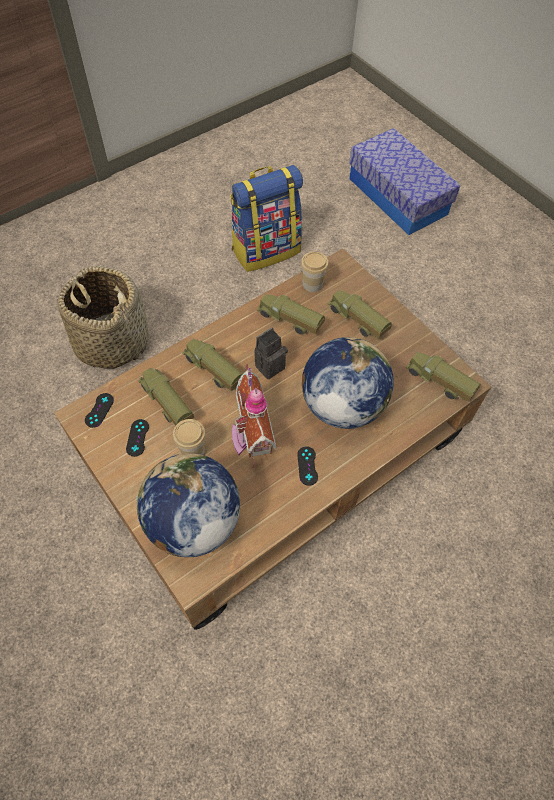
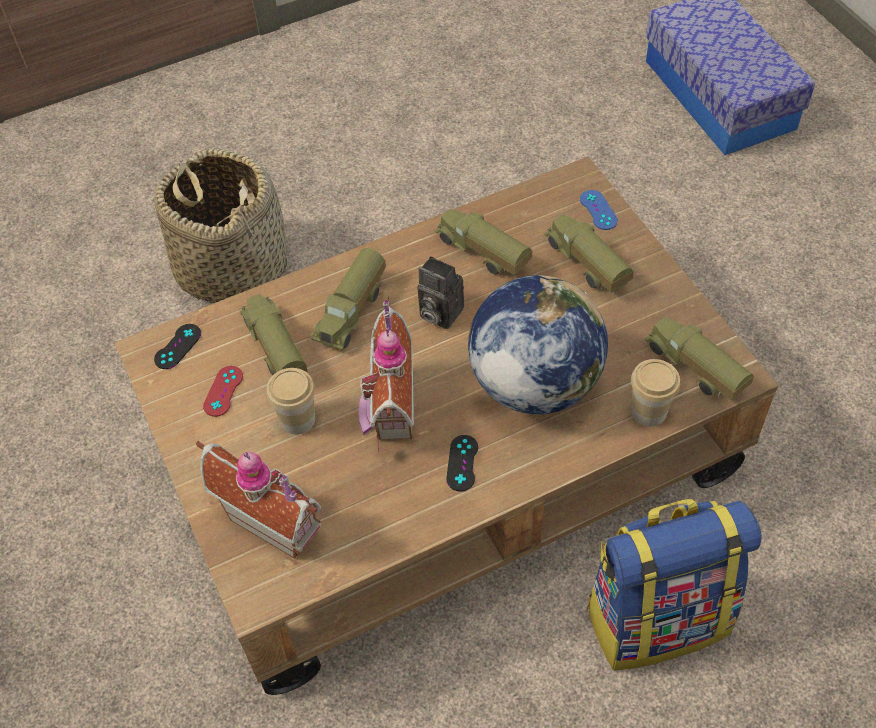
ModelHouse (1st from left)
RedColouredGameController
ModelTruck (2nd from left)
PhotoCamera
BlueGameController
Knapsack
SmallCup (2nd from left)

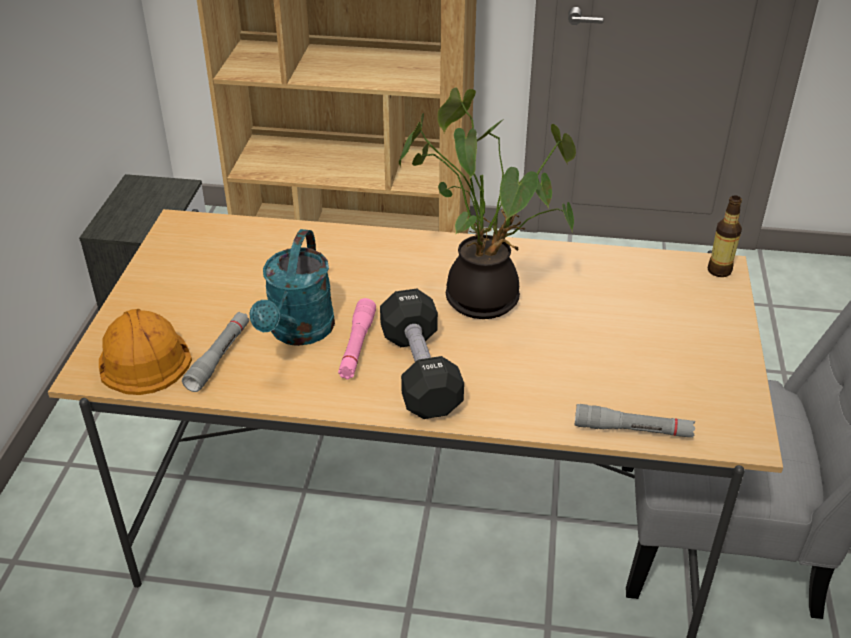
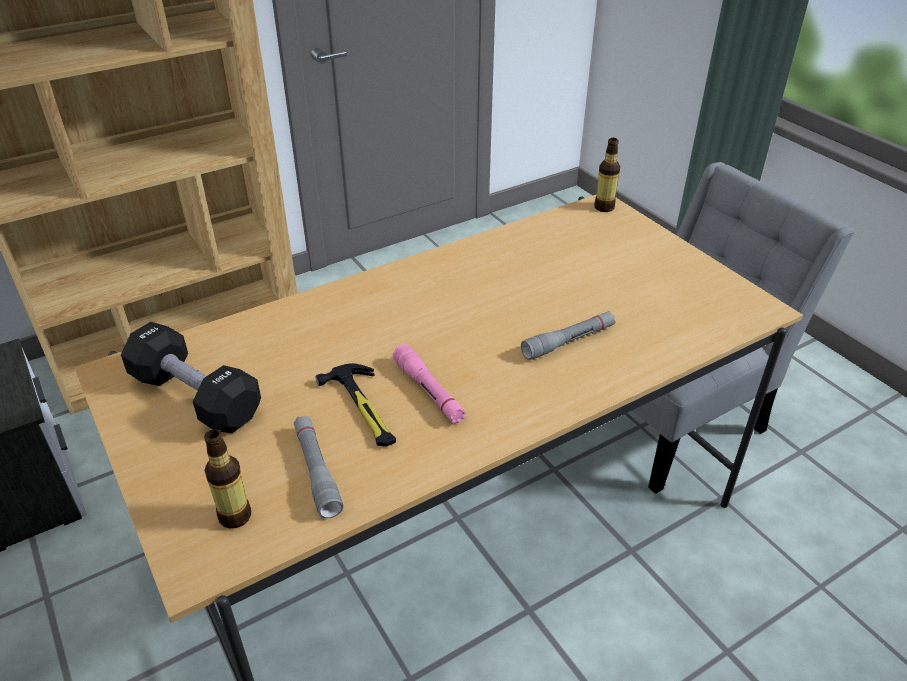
BlackColouredDumbbell
DrinkBottle (1st from left)
Hammer
GreyTorch (2nd from left)
Houseplant

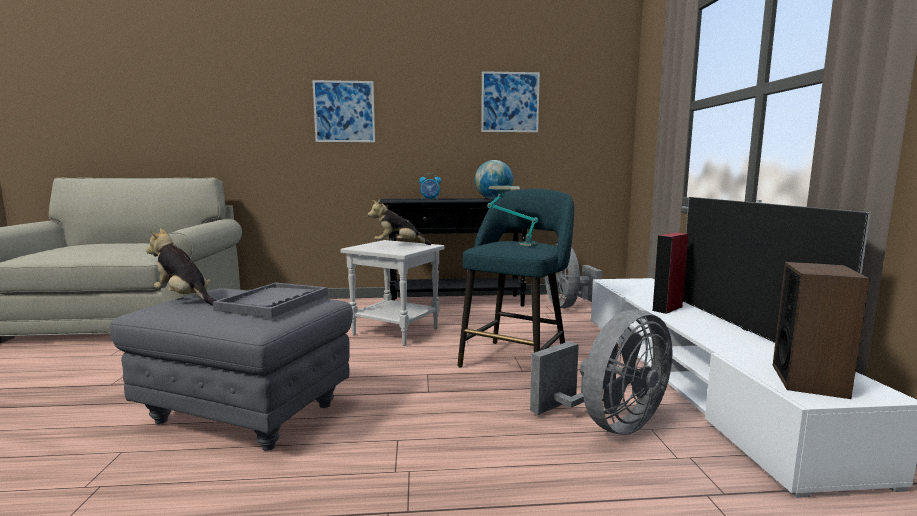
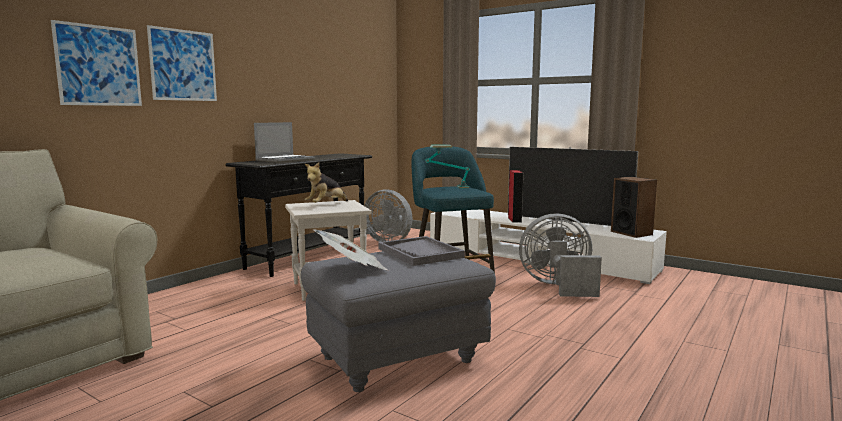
WallArt (1st from left)
PortableComputer
DailyPaper
GreyElectricFan (2nd from left)
Globe

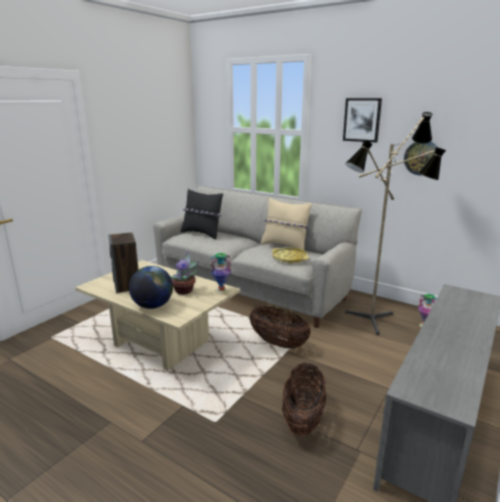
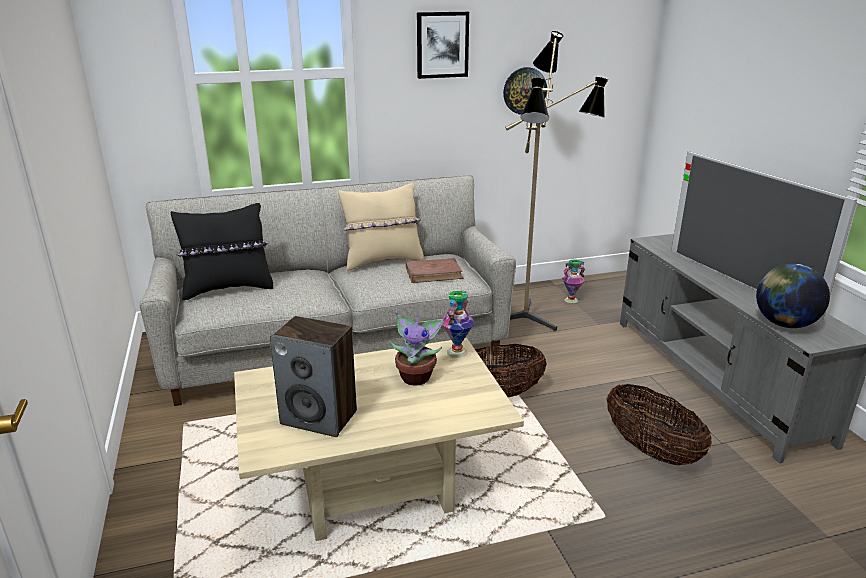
BrownColouredBoundBook
Tv
Globe

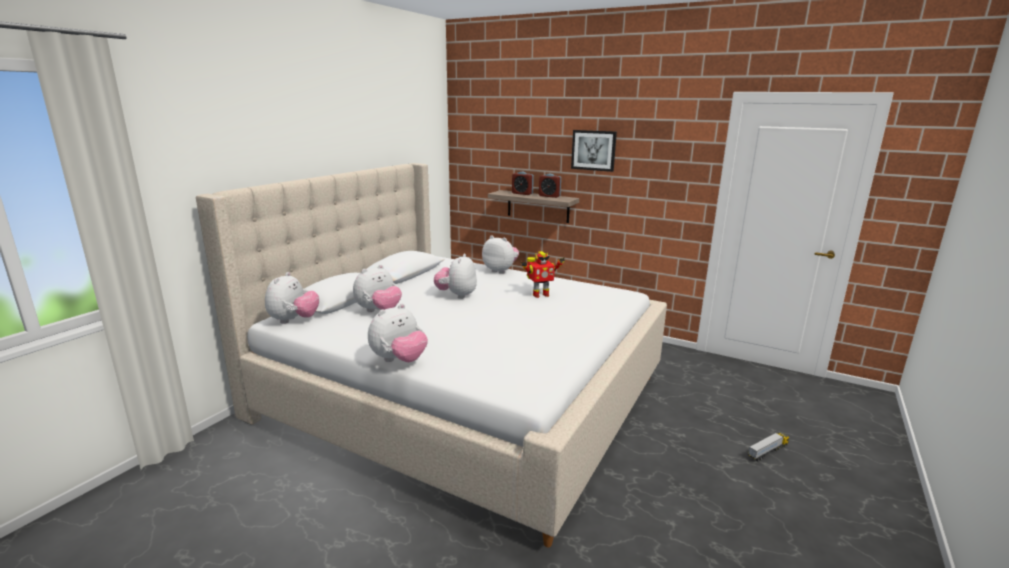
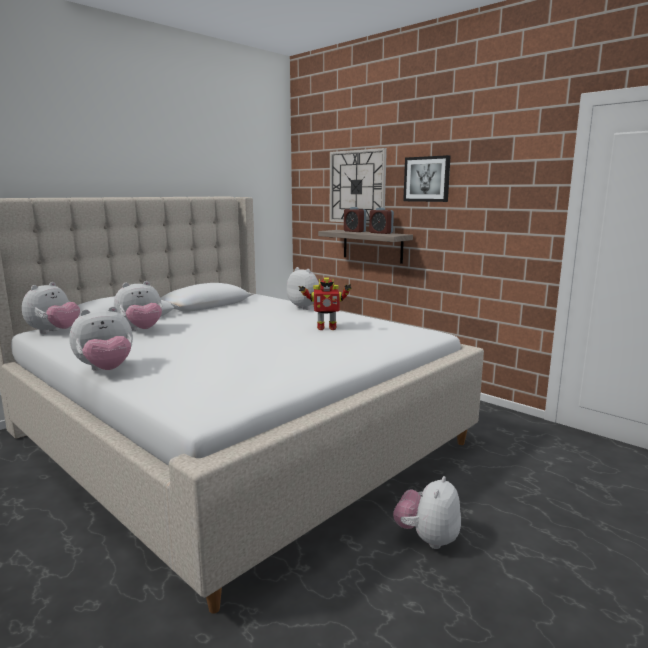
ClockOnTheWall
PlushToy (5th from left)
ModelTruck

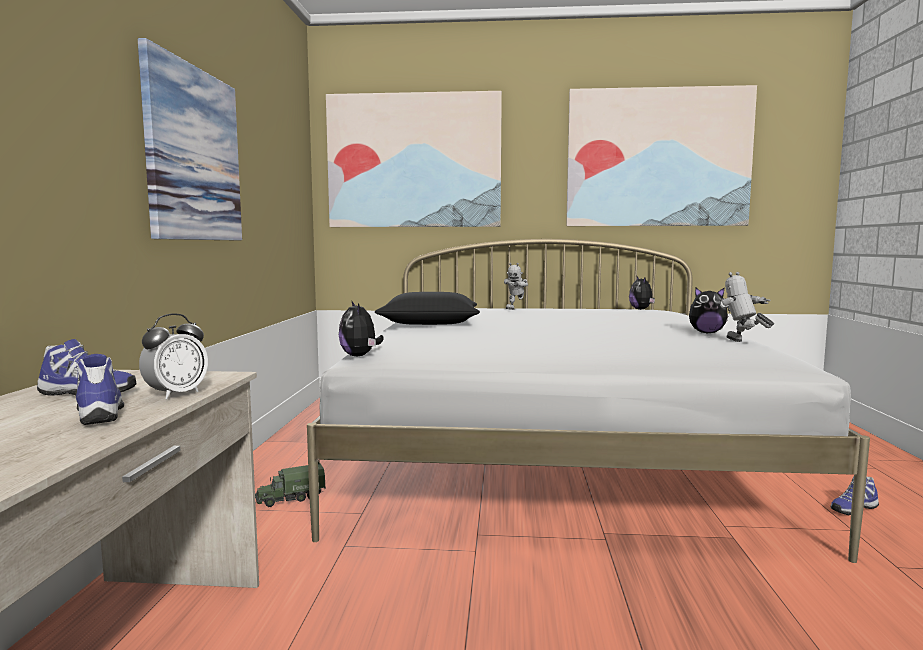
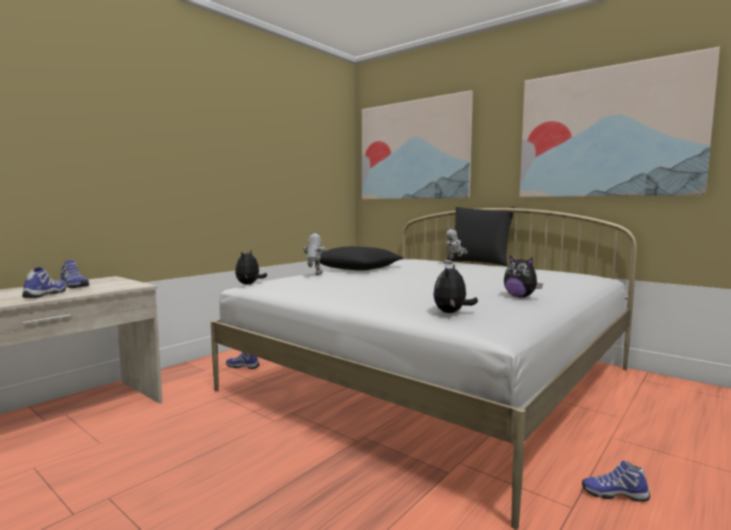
LowShoe (3rd from left)
RobotFigure (1st from left)
PlushToy (2nd from left)
BlackColouredThrowPillow (2nd from left)
WallArt (1st from left in the first image)
BedsideClock

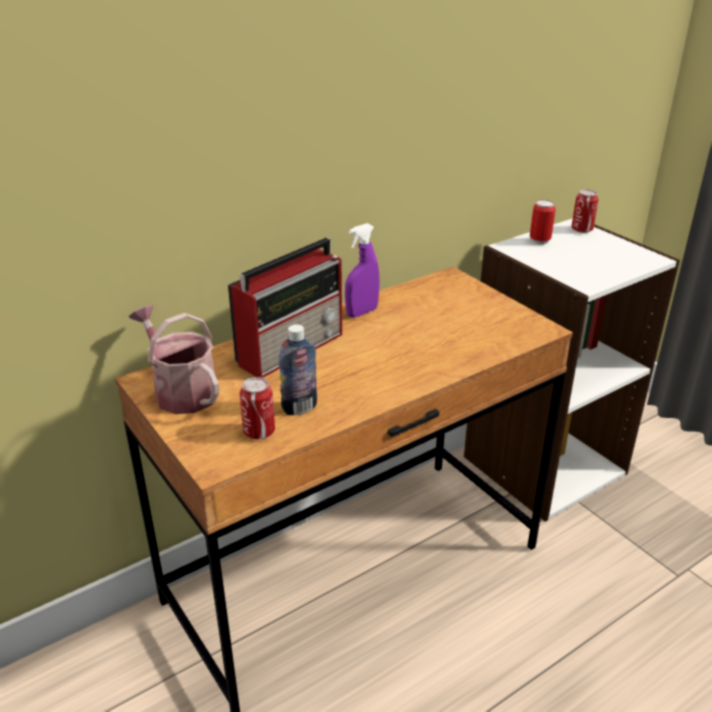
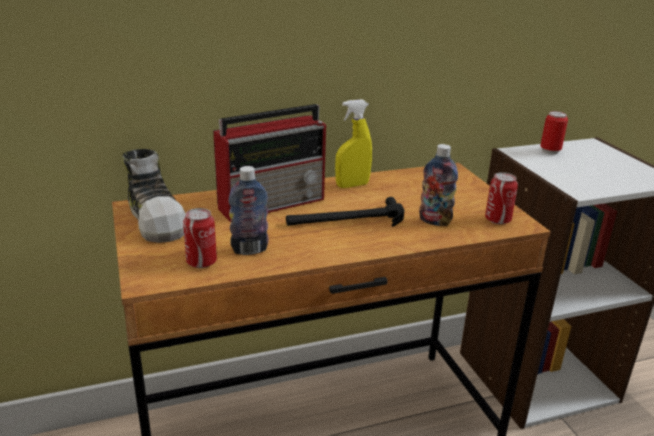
LowShoe
Hammer
YellowishSprayBottle
DrinkBottle (2nd from left)
SealedCan (2nd from left)

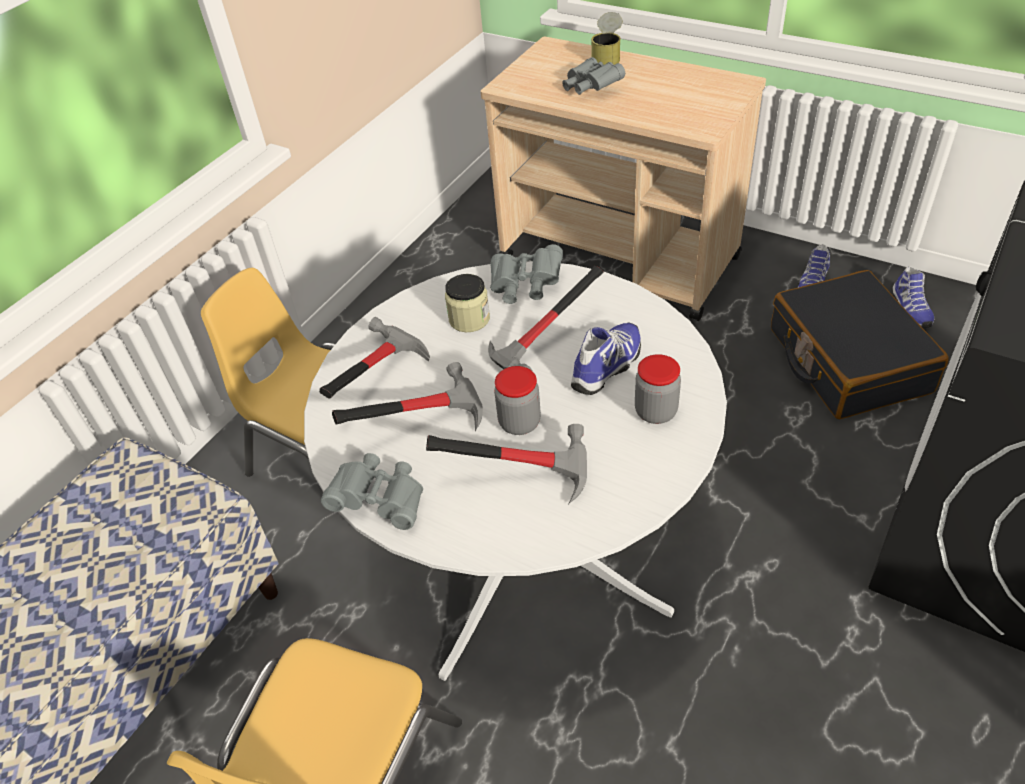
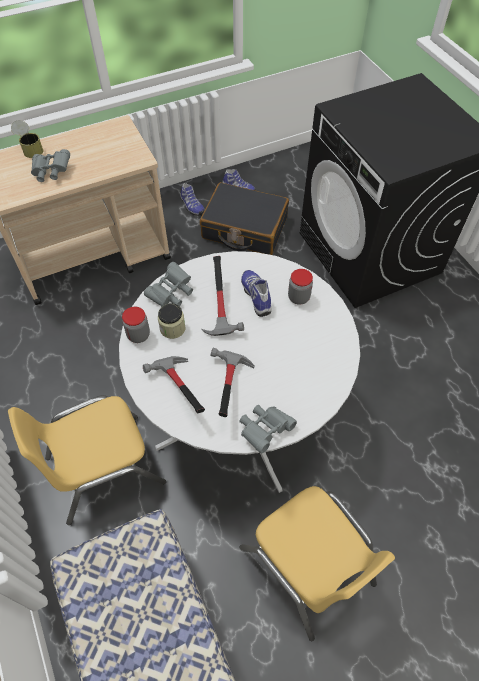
StorageJar (1st from left)
Hammer (3rd from left in the first image)

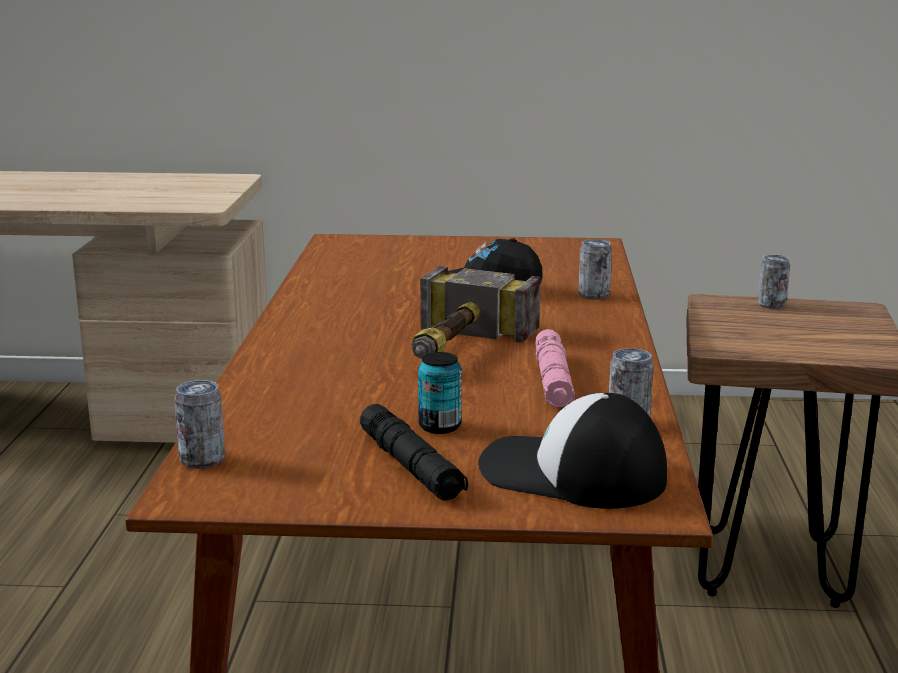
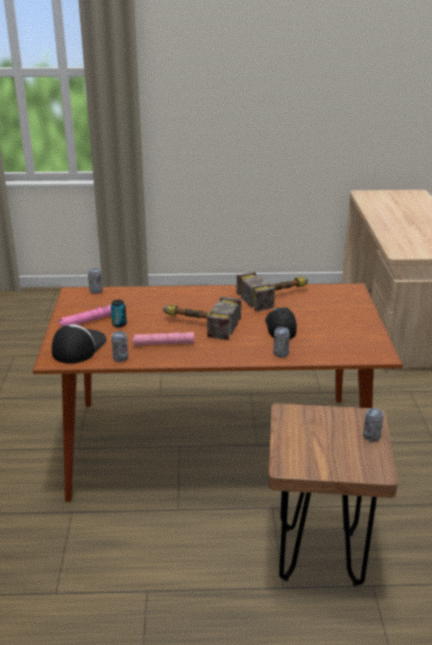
PinkishTorch (1st from left)
Hammer (2nd from left)

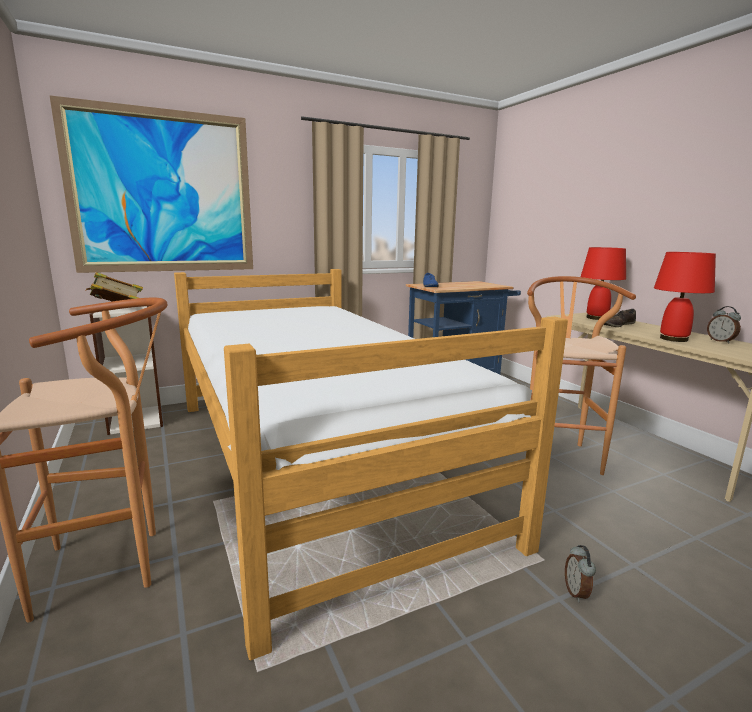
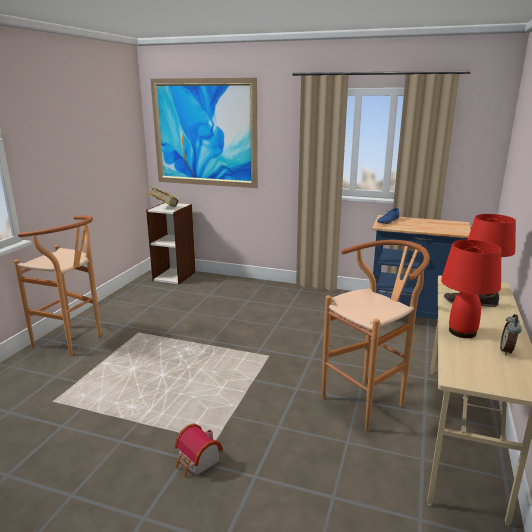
ModelHouse
BedroomBed

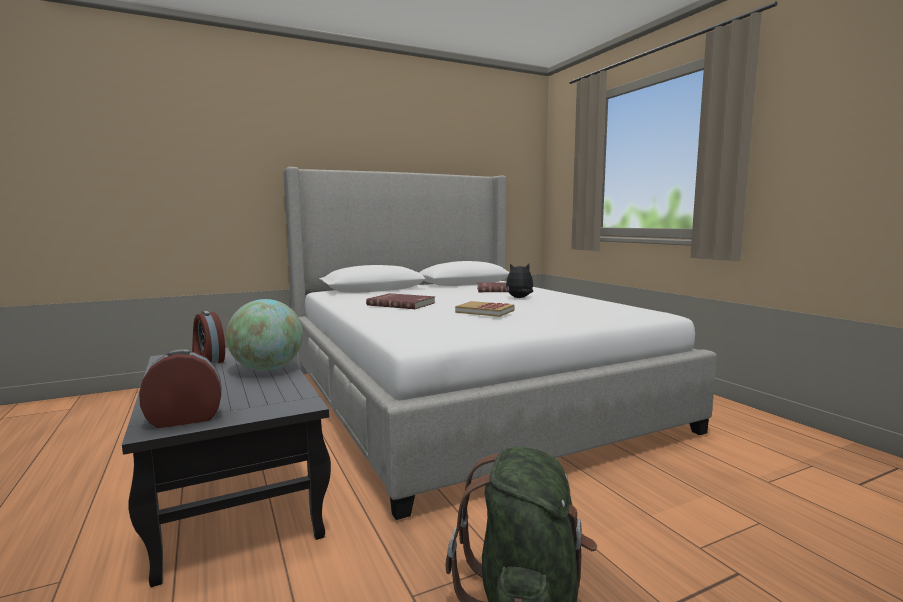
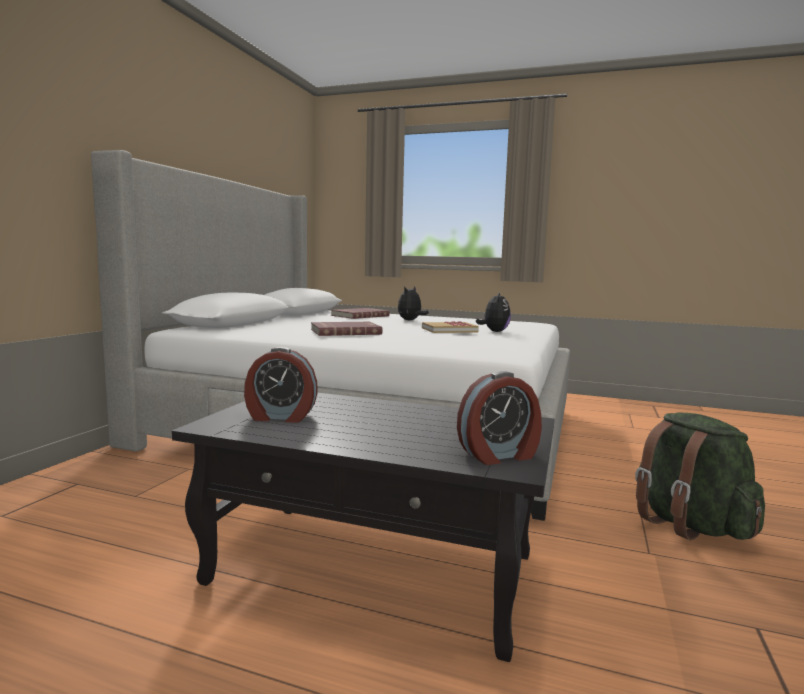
BedsideClock (2nd from left)
PlushToy (2nd from left)
Globe

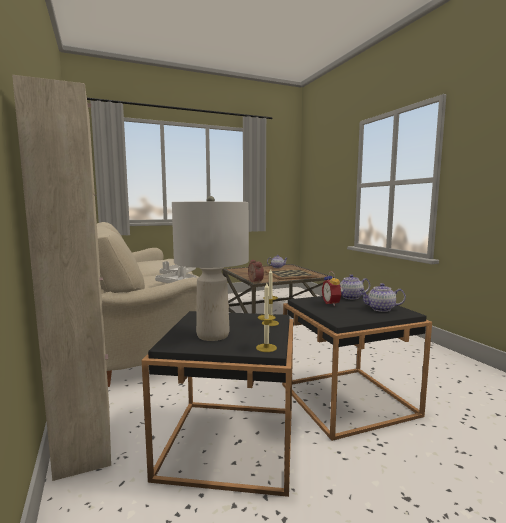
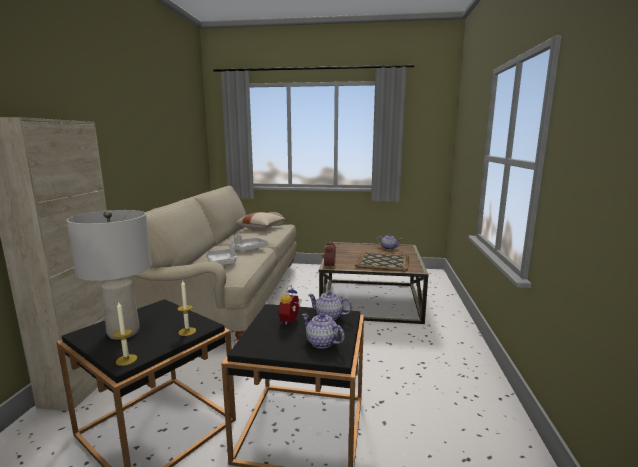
BeigeColouredThrowPillow

